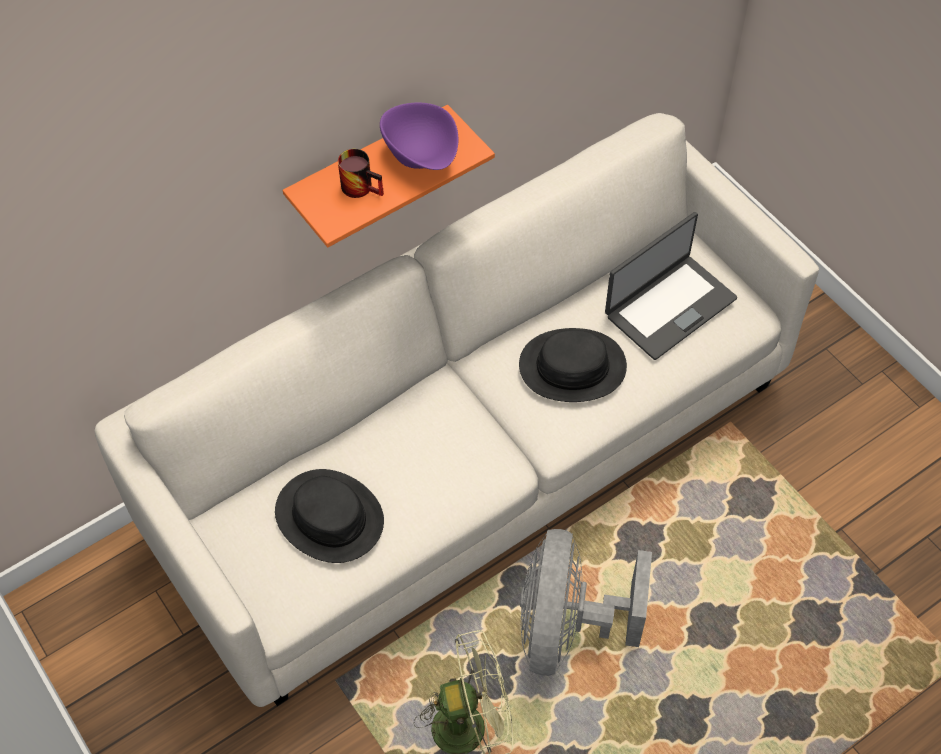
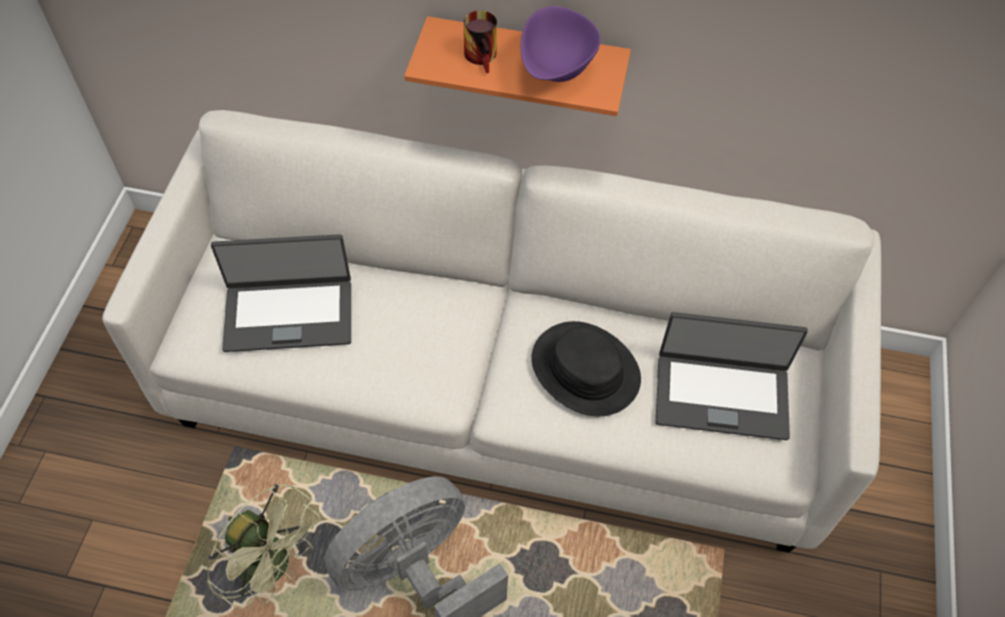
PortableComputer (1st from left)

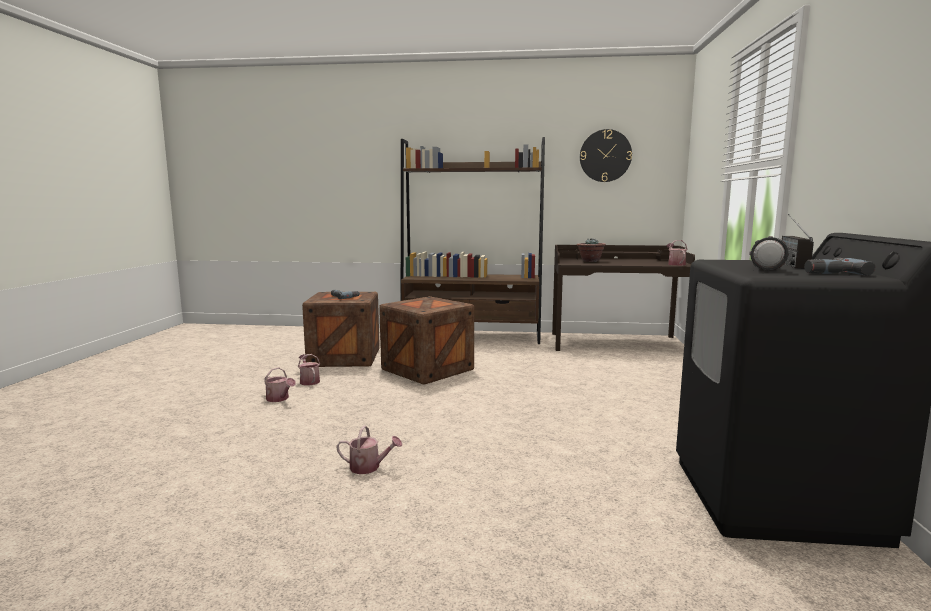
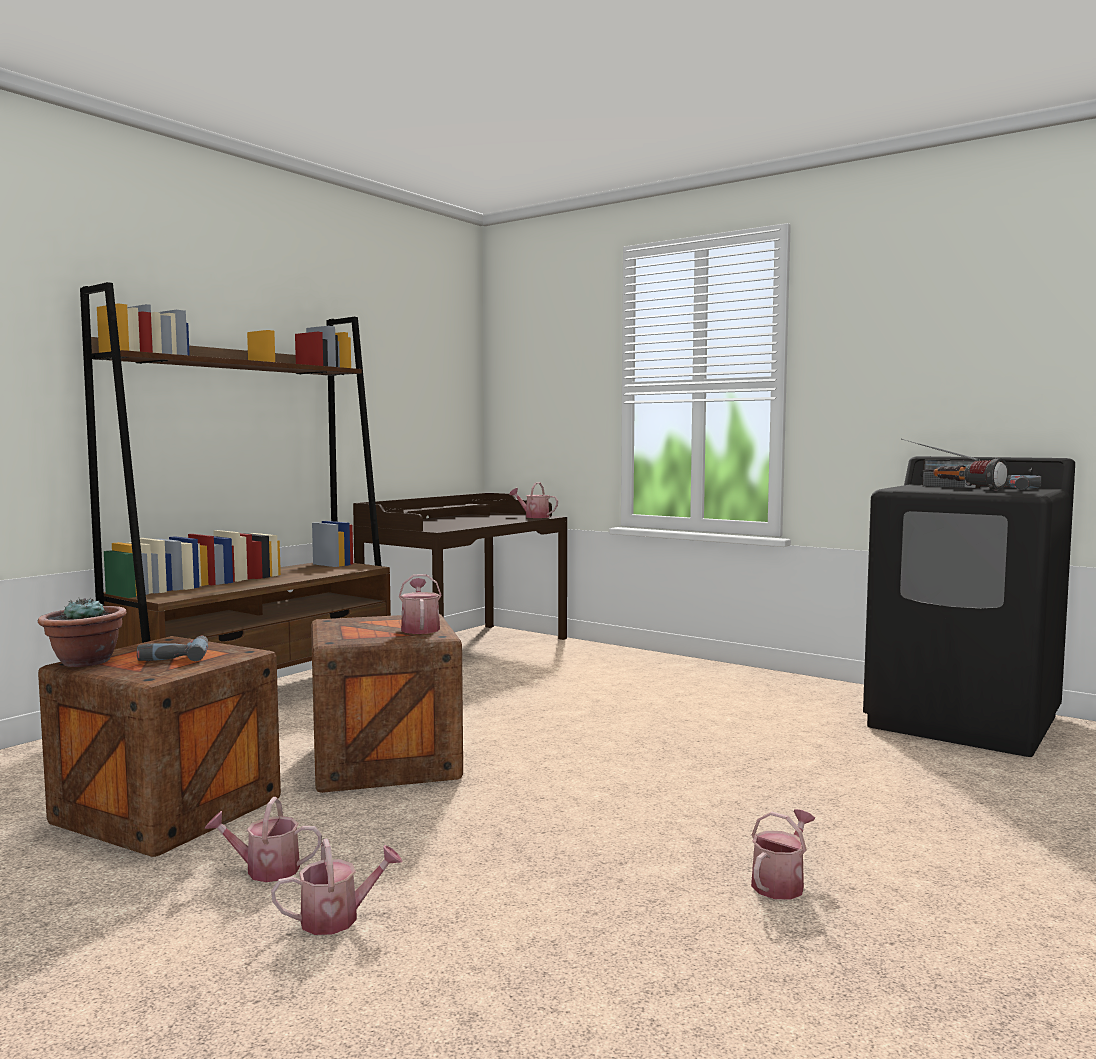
Houseplant
WateringPot (3rd from left)
ClockOnTheWall

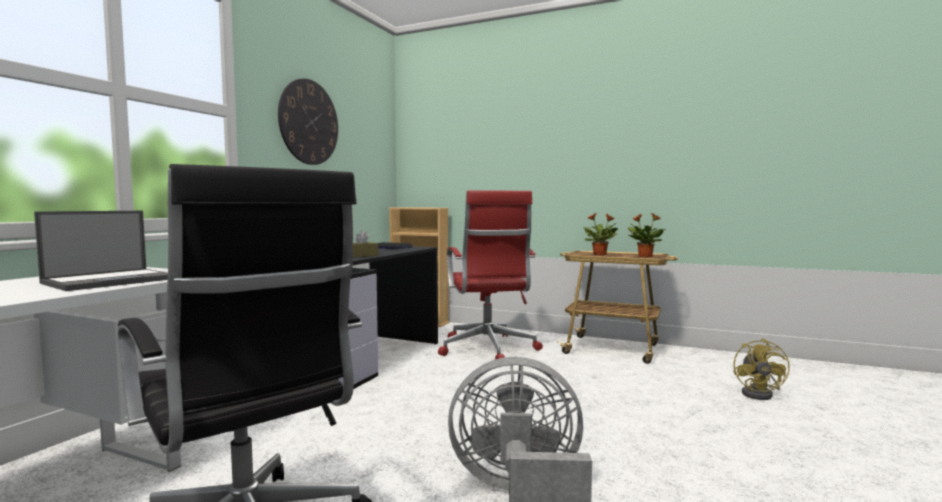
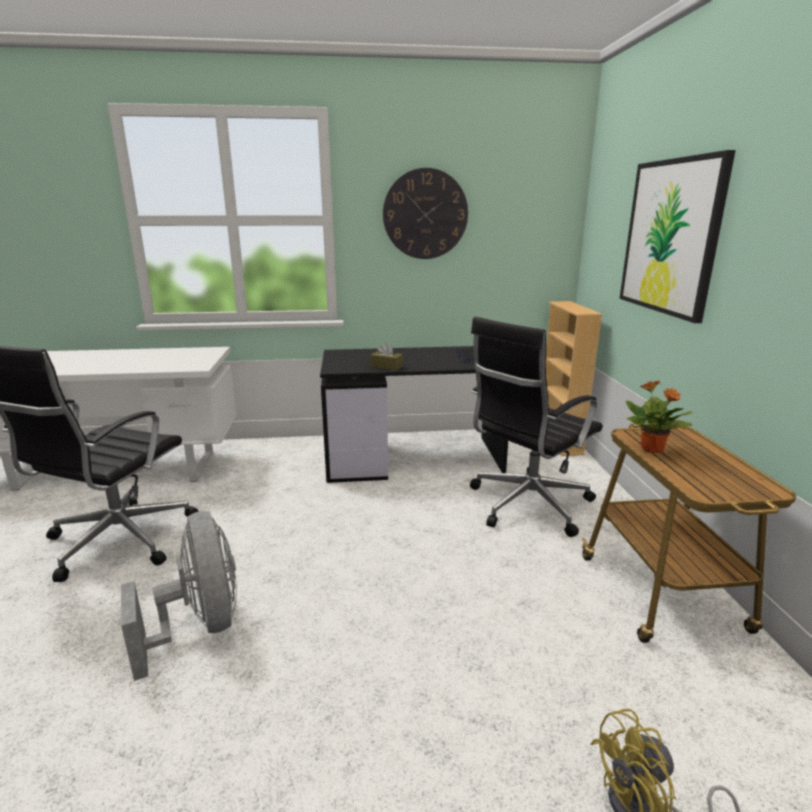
BlackColouredDeskChair (2nd from left)
WallArt
PortableComputer (1st from left in the first image)
Houseplant (2nd from left in the first image)

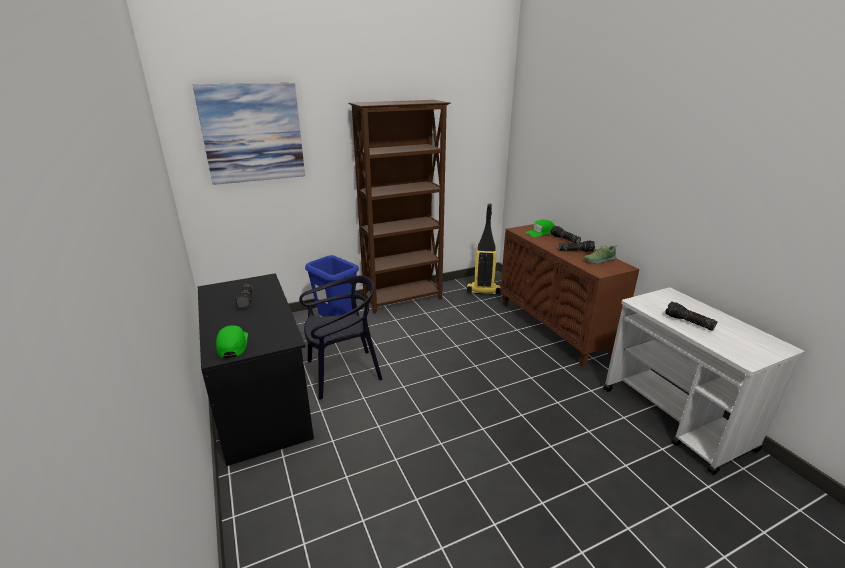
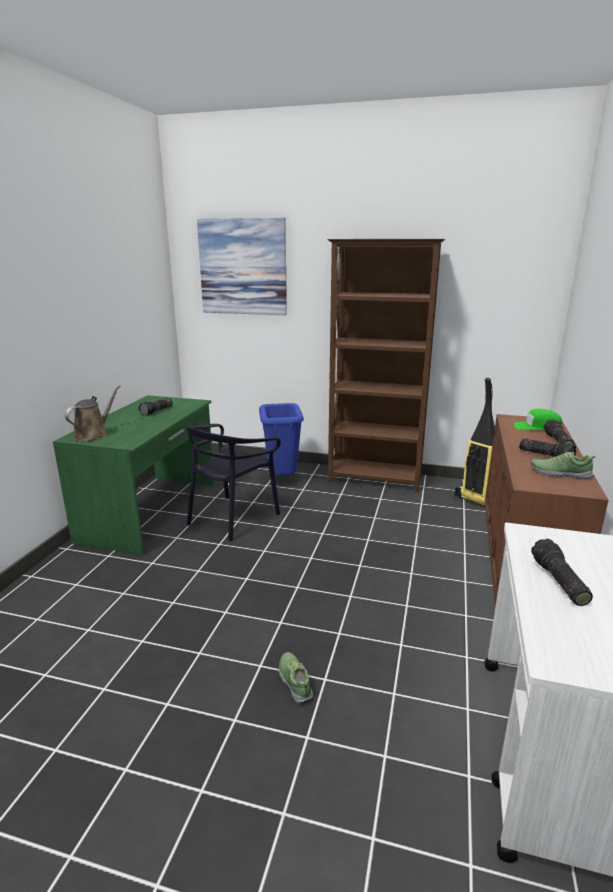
GreenishDeskUnit
BrownColouredWateringPot
BlackColouredUprightChair
LowShoe (1st from left)

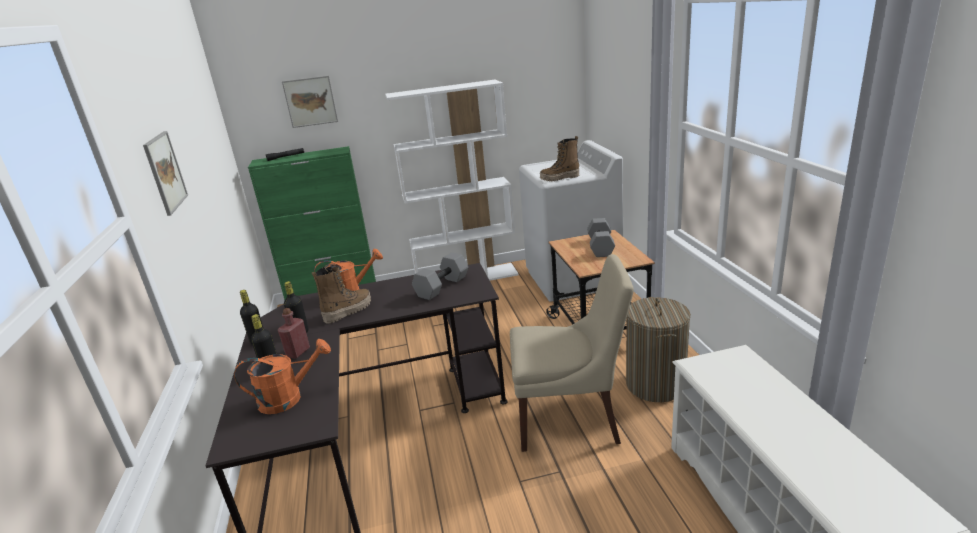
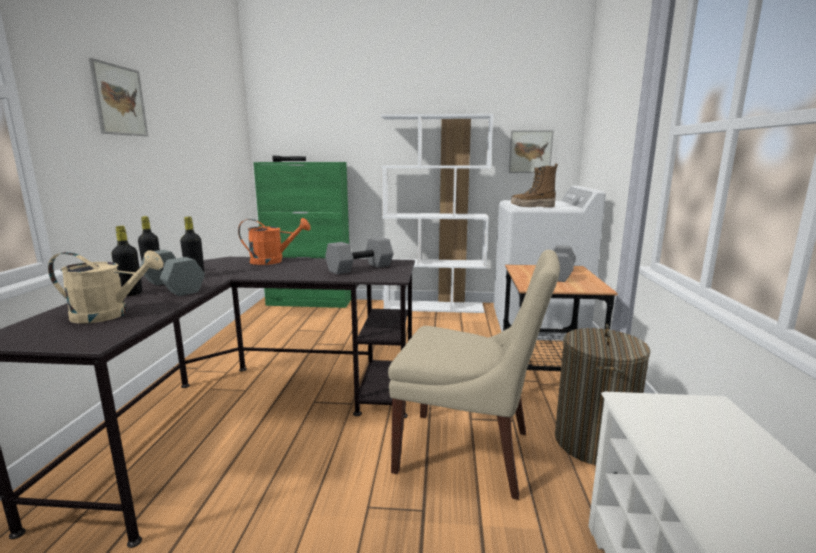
BeigeColouredWateringPot
GreyDumbbell (1st from left)
WallArt (2nd from left)
TallBoot (1st from left in the first image)

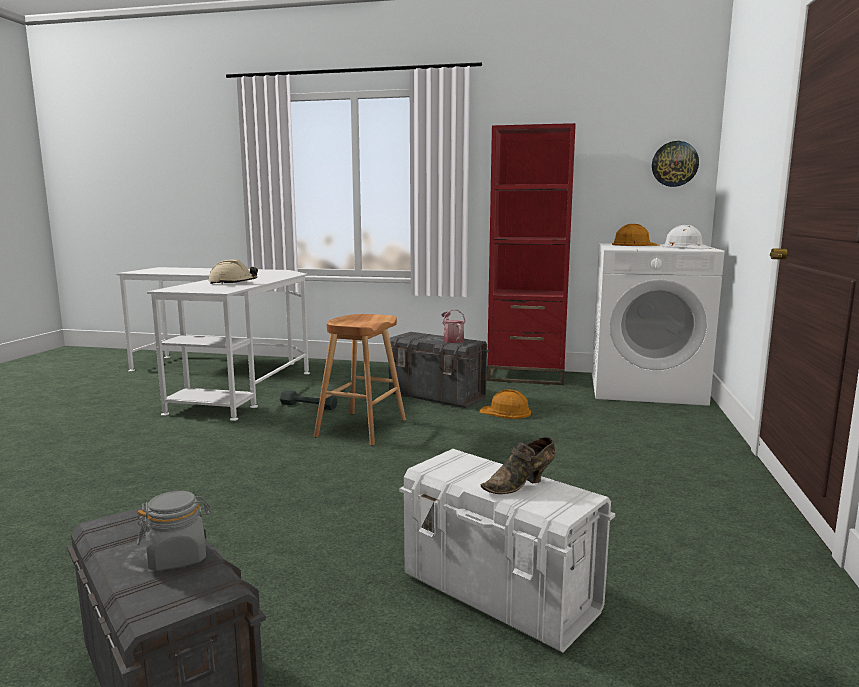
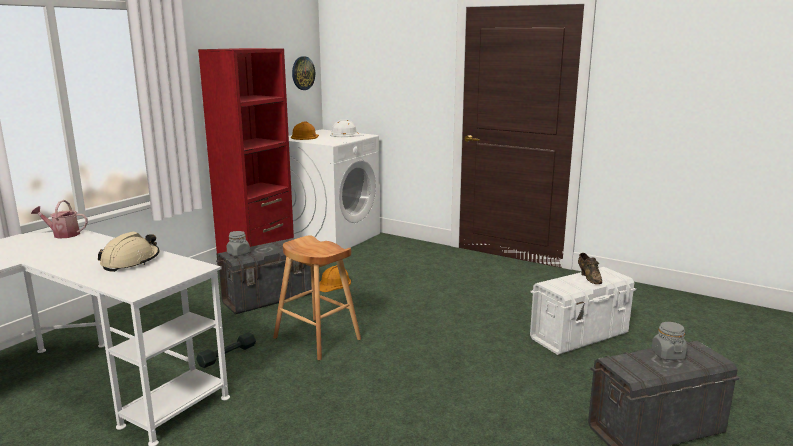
WateringPot
GreyStorageJar (1st from left)

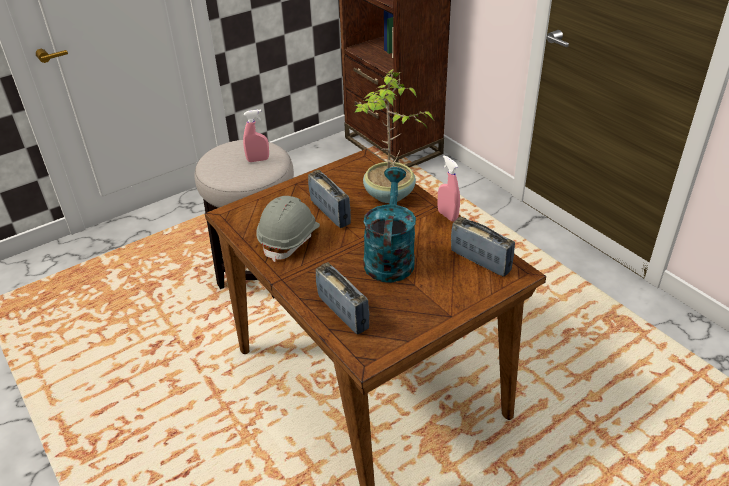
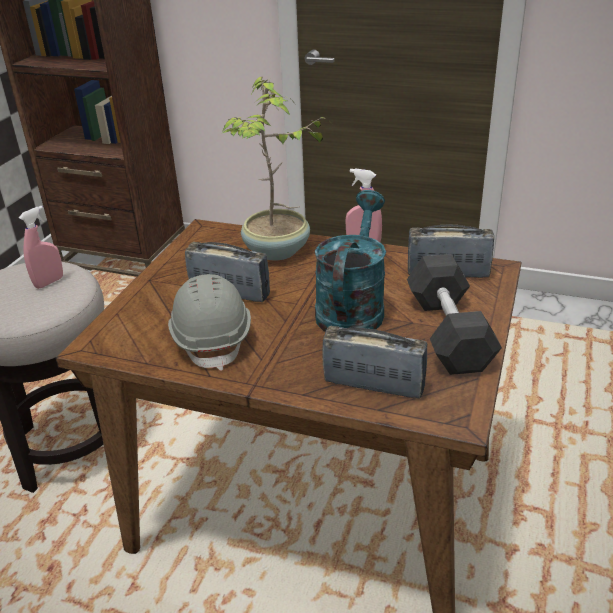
TurquoiseColouredWateringPot
GreyDumbbell

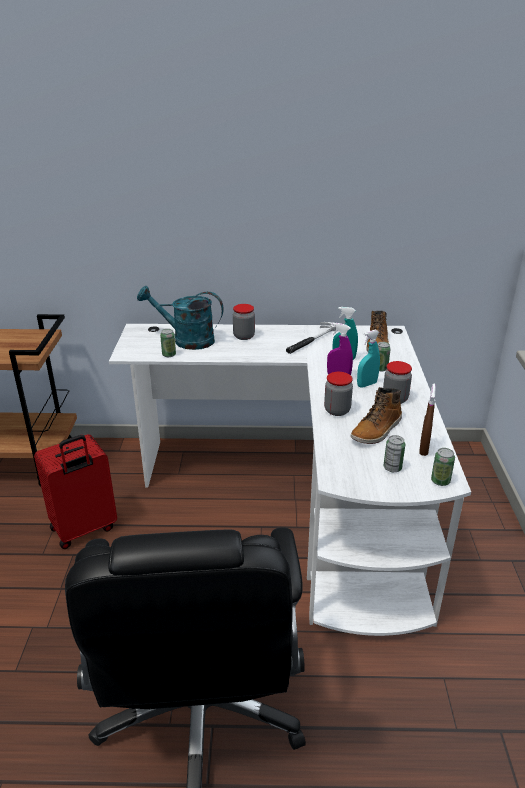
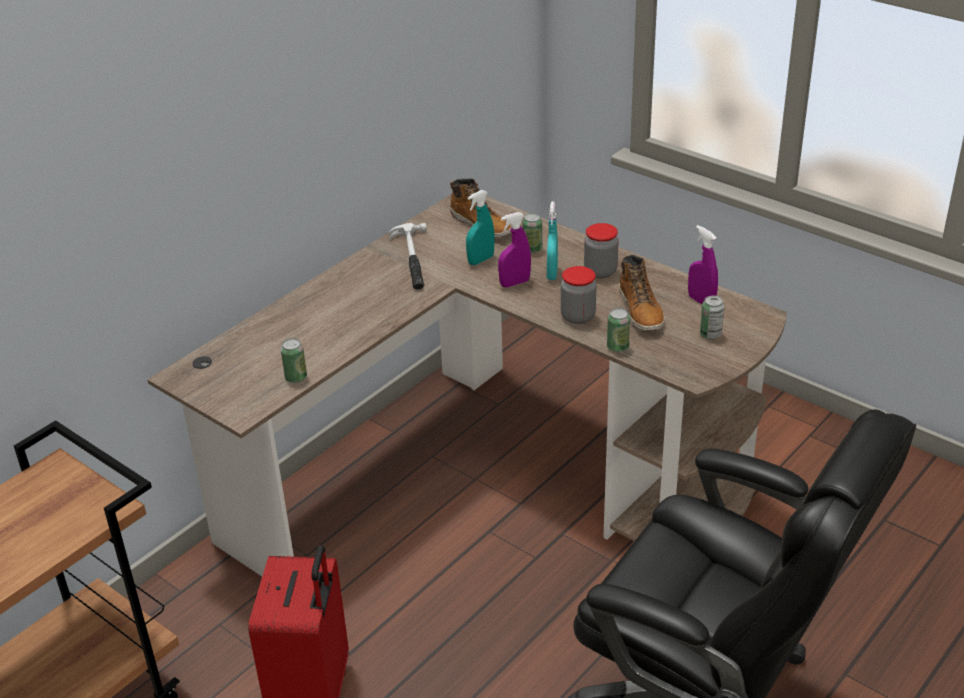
BrownColouredDeskUnit
SealedCan (3rd from left)
PurpleSprayBottle (2nd from left)
TurquoiseColouredWateringPot
StorageJar (1st from left in the first image)

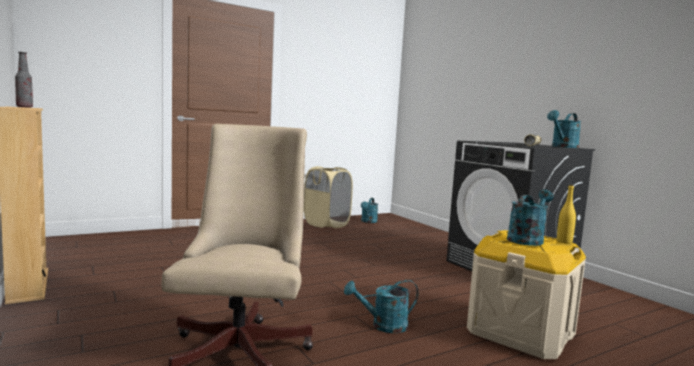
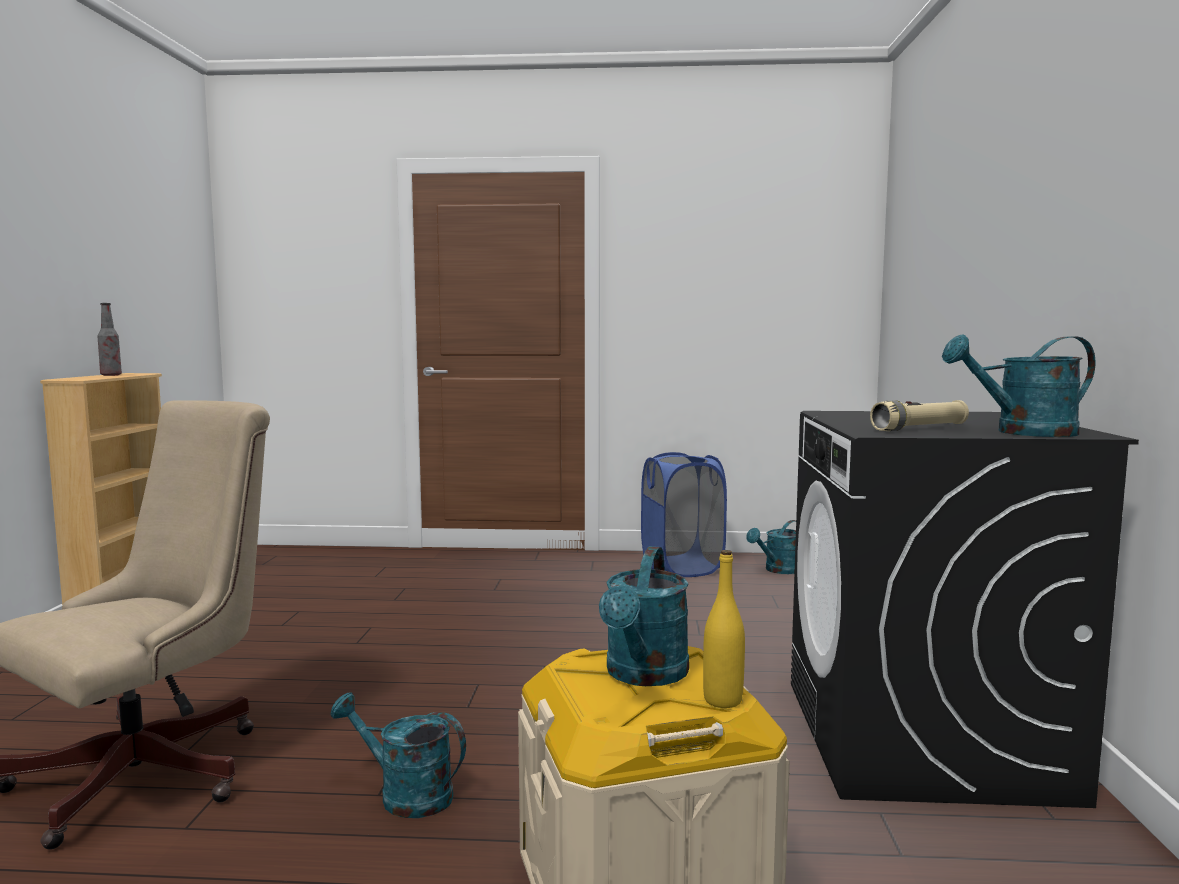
TurquoiseColouredWateringPot (2nd from left)
BlueWashingBasket

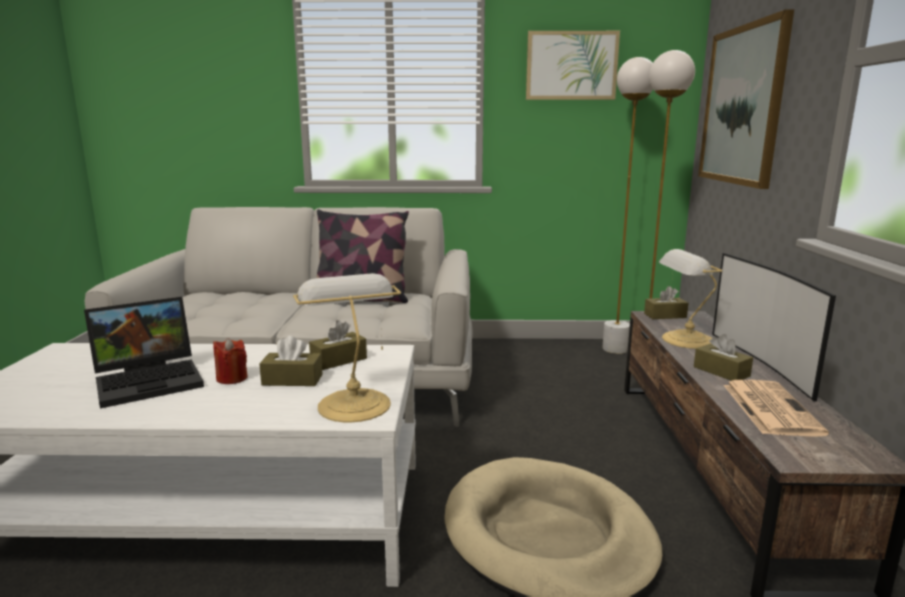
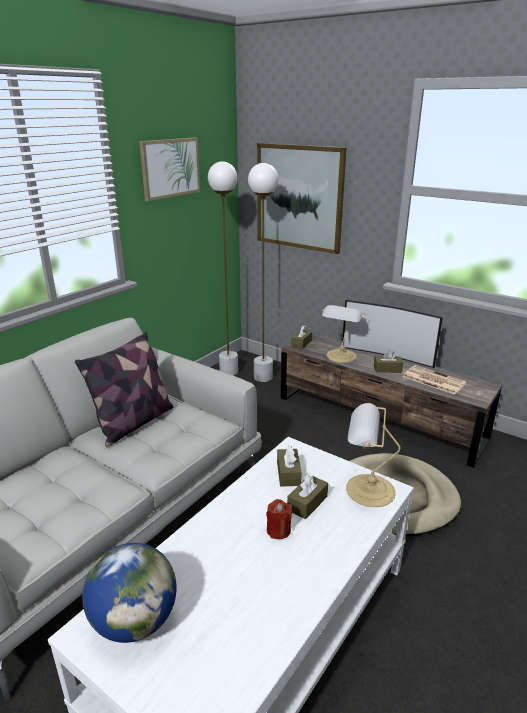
Globe
PortableComputer

